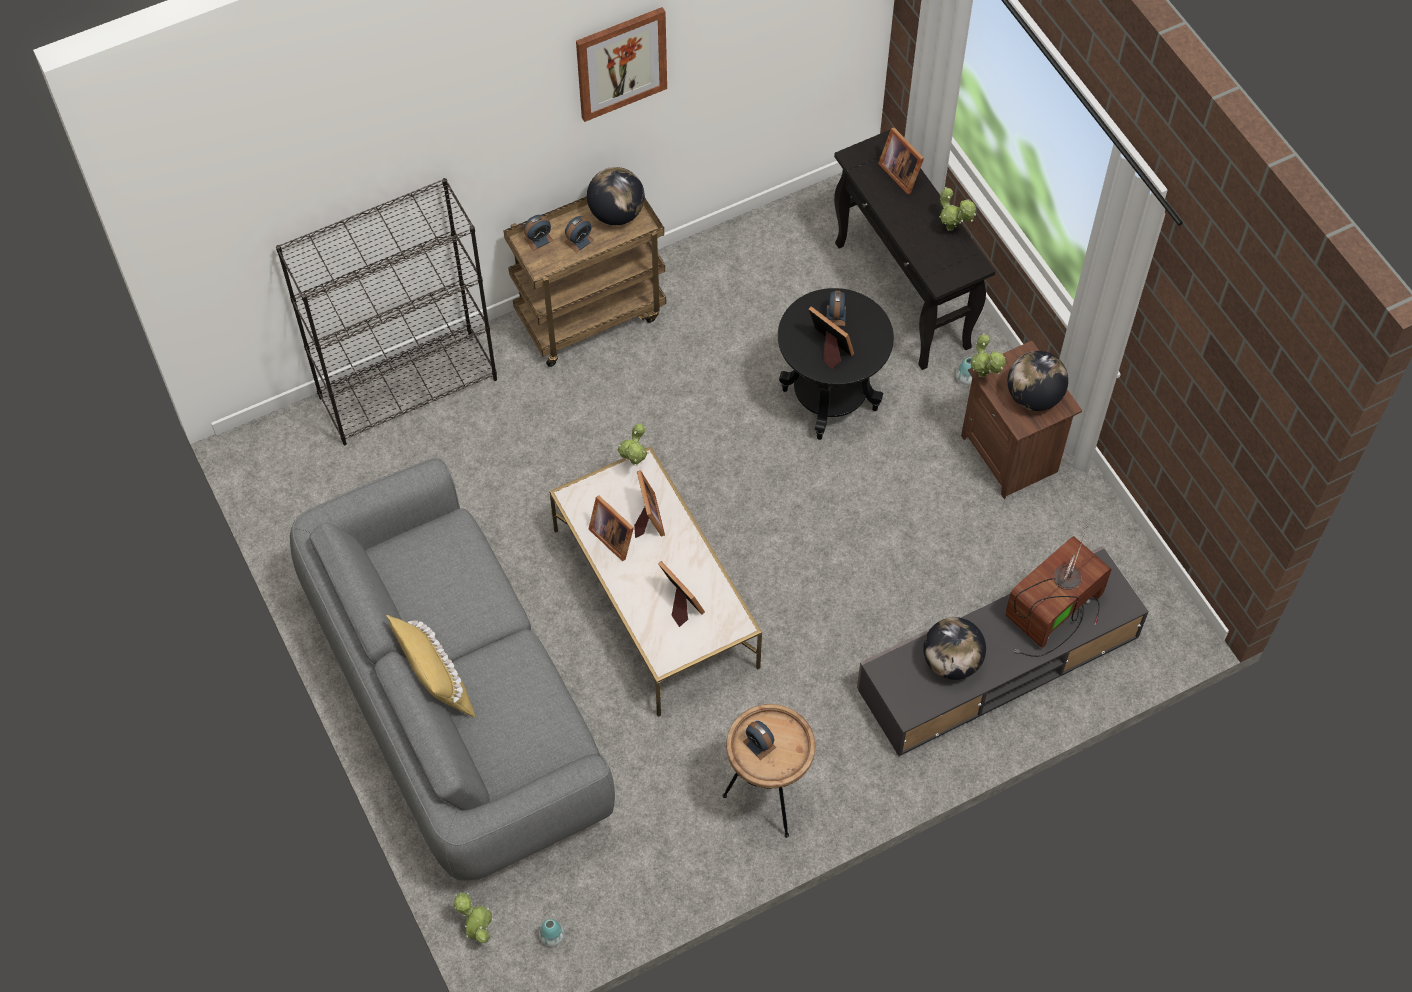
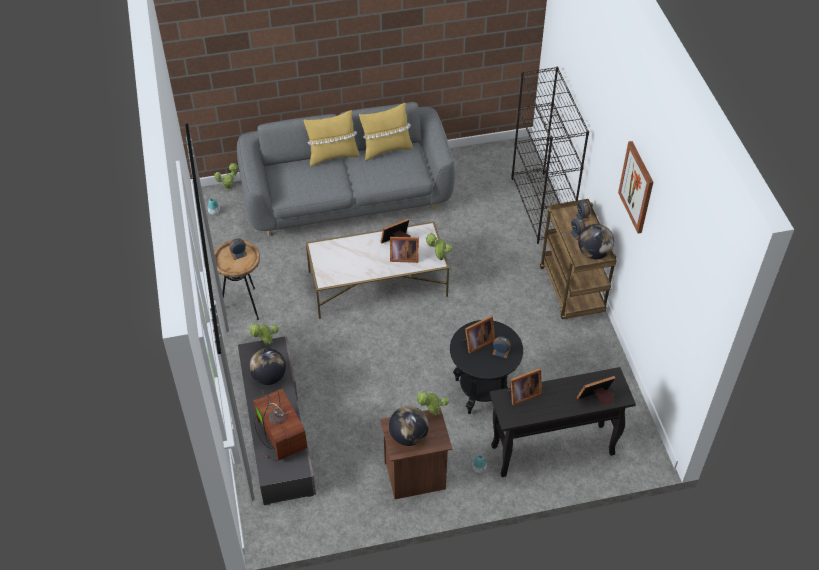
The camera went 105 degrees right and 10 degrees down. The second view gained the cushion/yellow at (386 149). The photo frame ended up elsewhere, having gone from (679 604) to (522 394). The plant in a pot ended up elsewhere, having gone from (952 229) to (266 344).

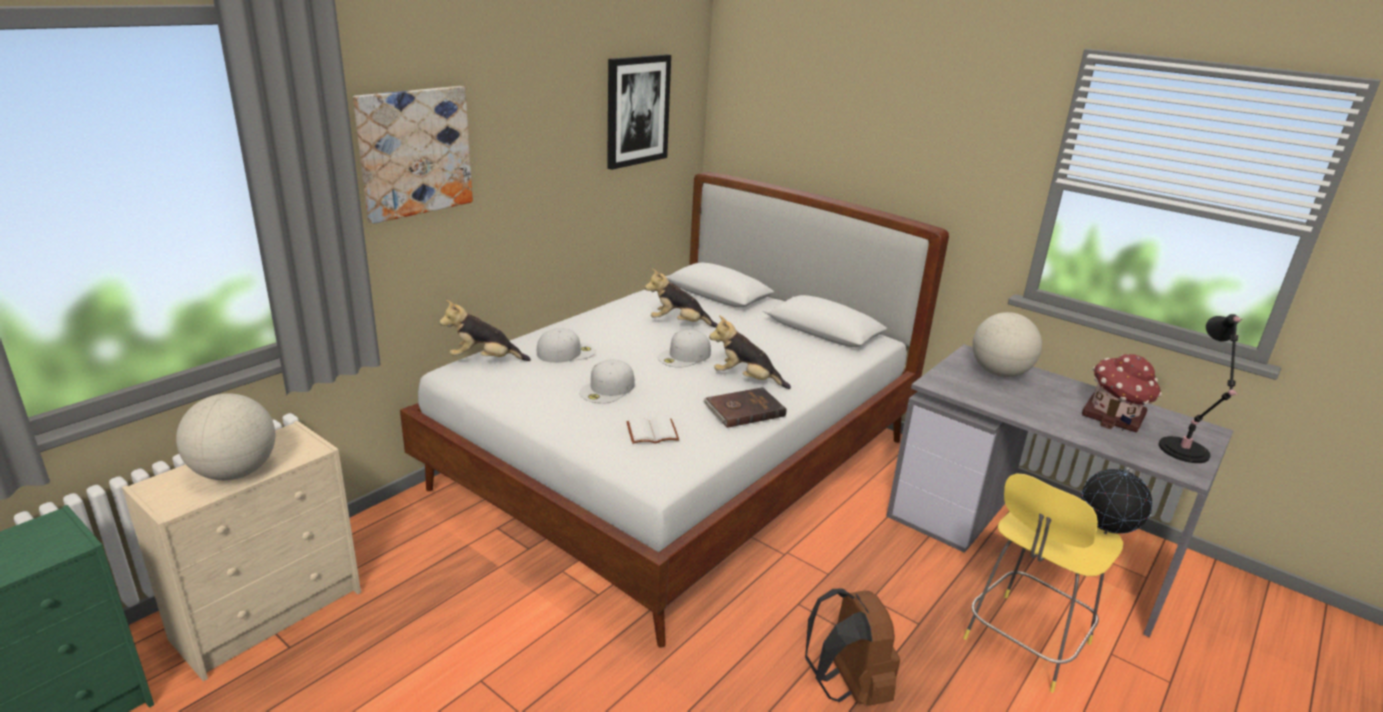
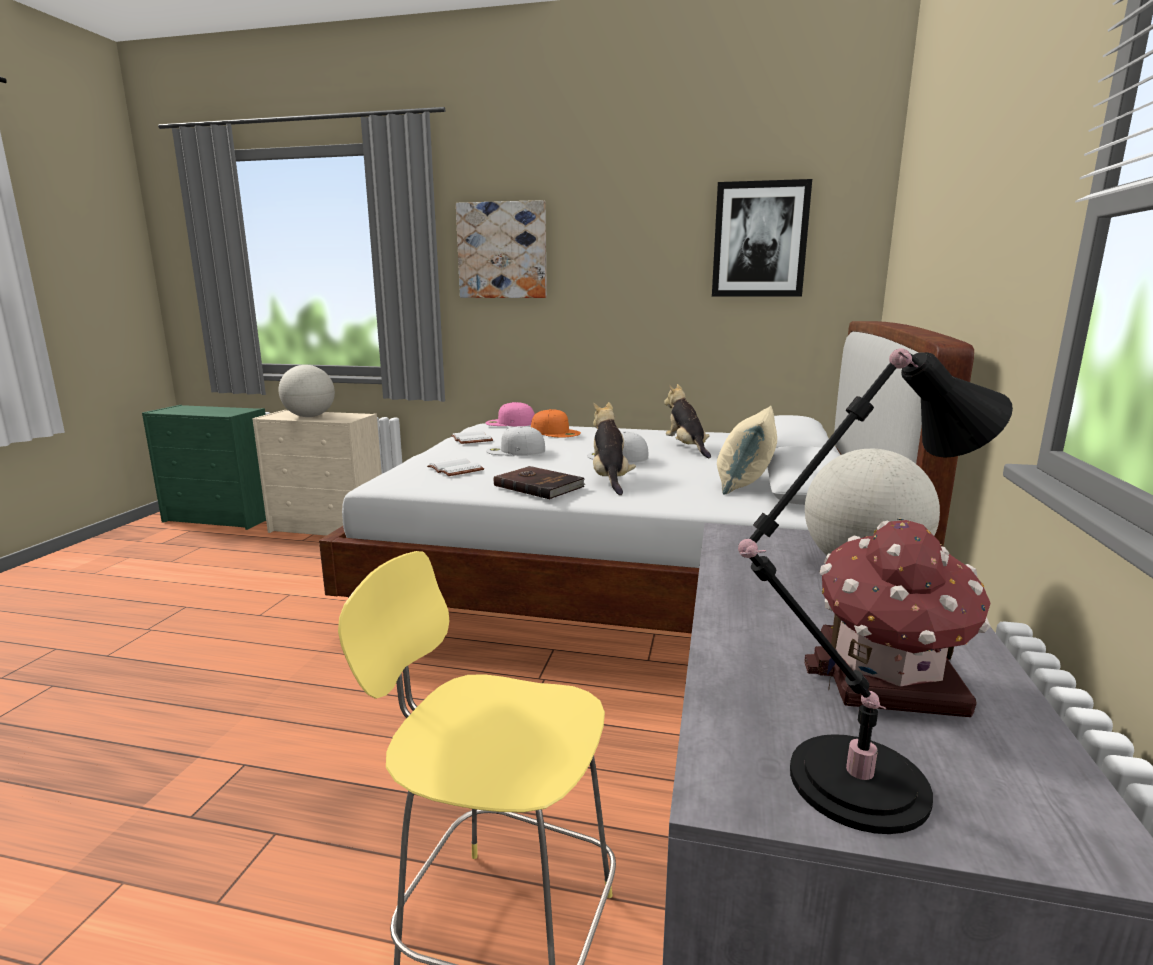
The camera went 65 degrees right and 10 degrees down. The second view lost the backpack/brown-coloured at (847 687). The second view lost the world globe at (1104 534). The second view gained the book/whitish at (473 439). The second view gained the cushion/beige-coloured at (744 485). Where the plush toy stood at (485 360), the cap/pinkish came to stand at (510 423). What was the cap/whitish at (566 352) turned into the cap/orange at (555 432).

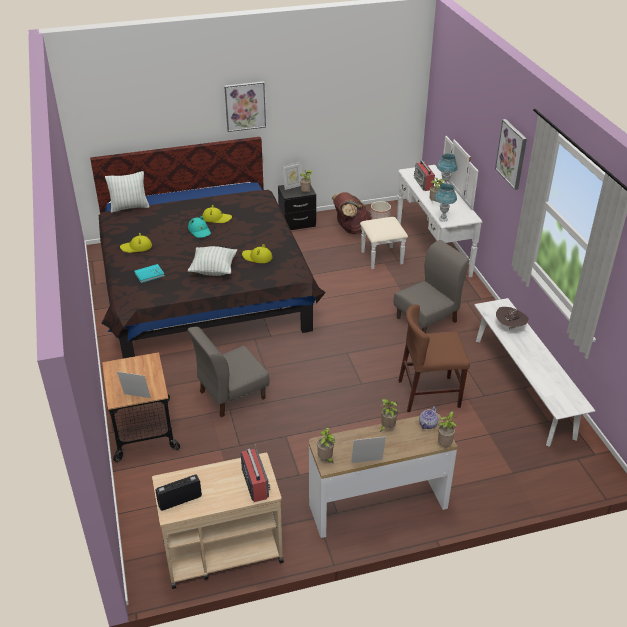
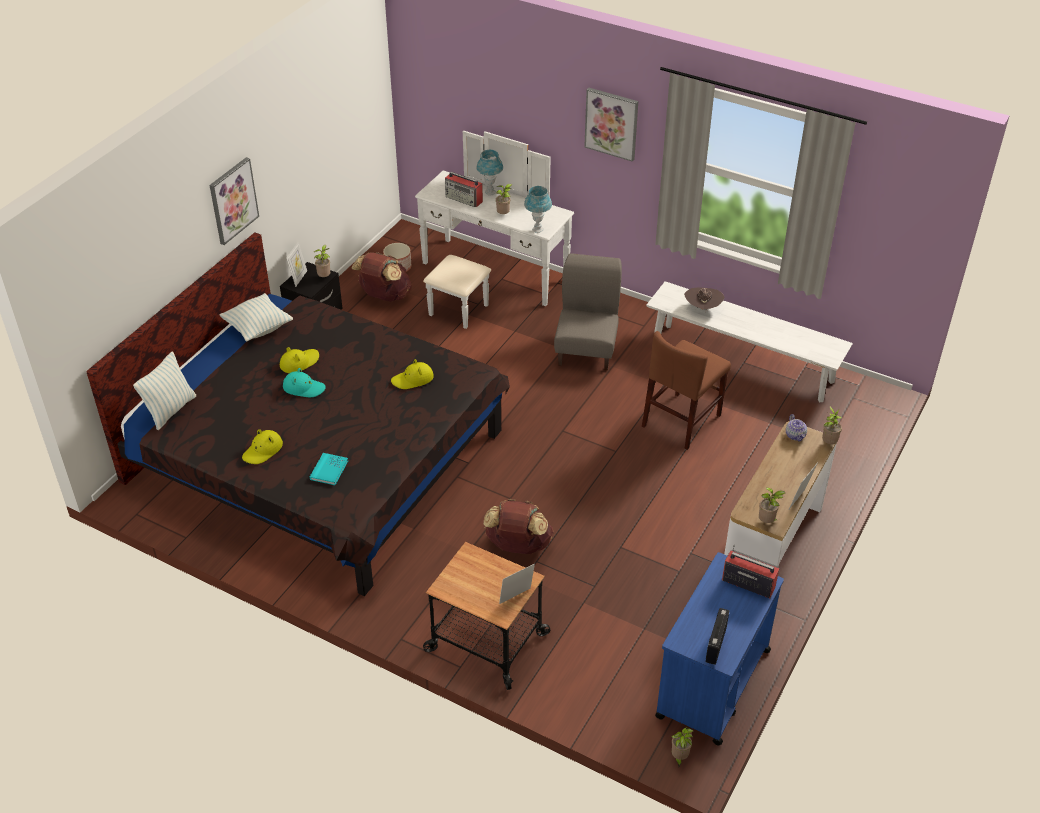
The camera went 45 degrees left and 5 degrees up. The cushion ended up elsewhere, having gone from (214 270) to (258 328). The plant in a pot ended up elsewhere, having gone from (387 428) to (679 757). Where the upright chair/grey stood at (231 395), the backpack/brown-coloured came to stand at (518 546). What was the cart/beige-coloured at (222 552) turned into the cart/bluish at (712 684).

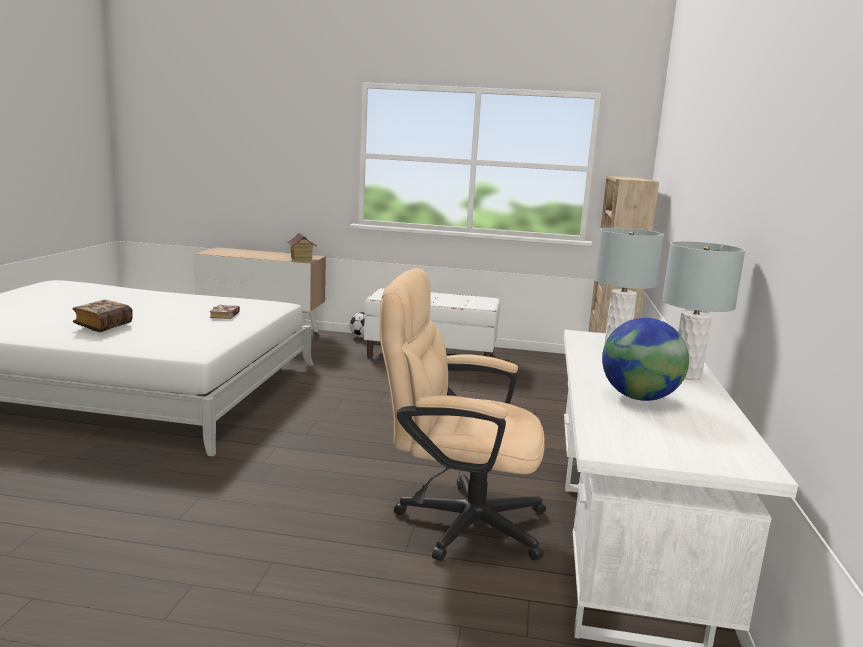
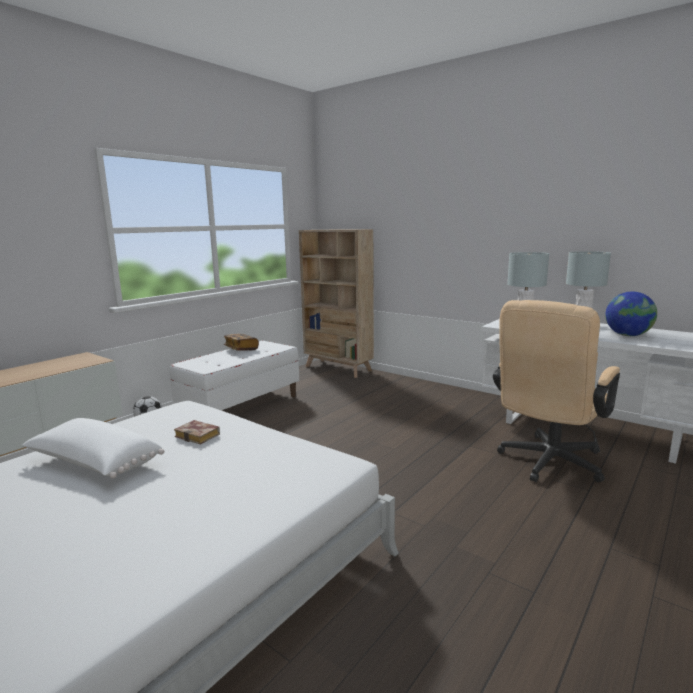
The camera went 60 degrees left and 0 degrees up. The second view lost the miniature house at (301 258). The second view gained the cushion/whitish at (94 464). The book ended up elsewhere, having gone from (103 326) to (241 349).

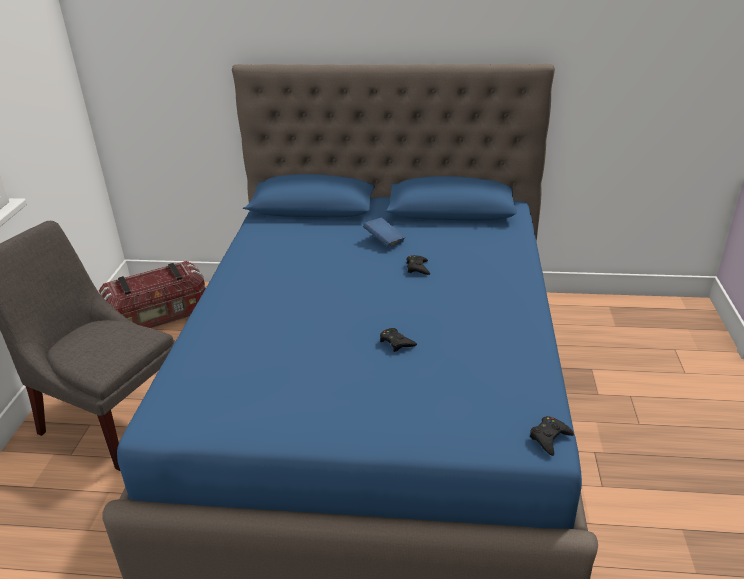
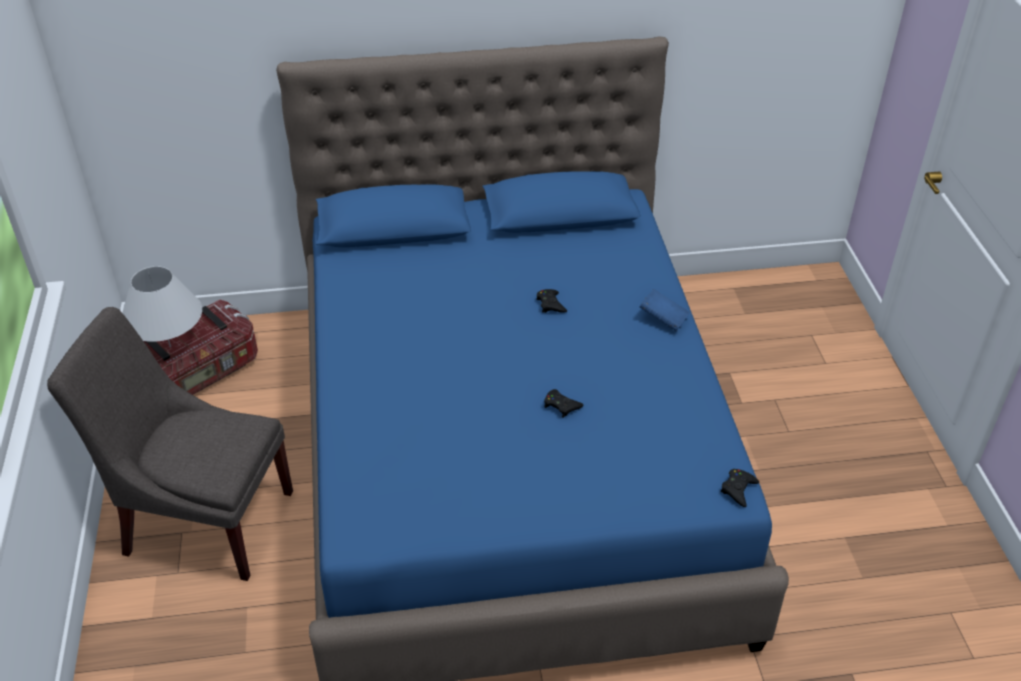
The camera went 15 degrees left and 10 degrees up. The second view gained the tabletop lamp/whitish at (170 346). The book/bluish ended up elsewhere, having gone from (384 241) to (663 319).

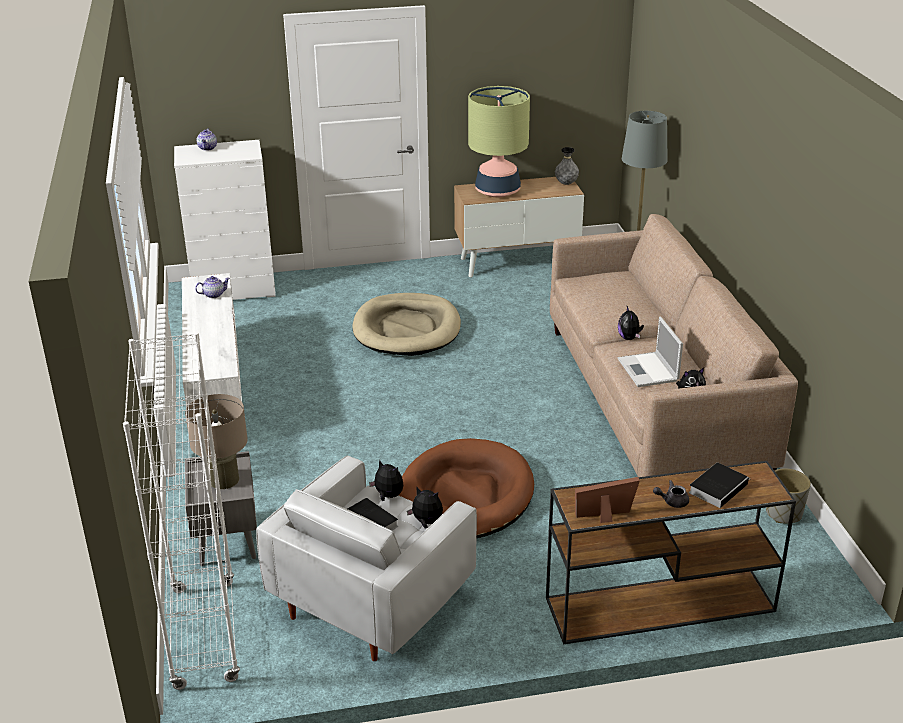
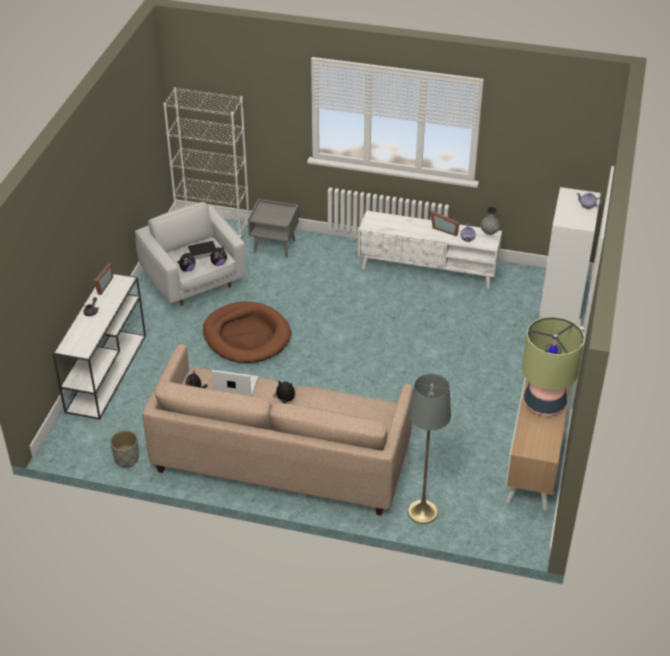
The camera went 115 degrees right and 10 degrees up. The second view lost the tabletop lamp/beige-coloured at (224 480). The second view lost the dog cushion/beige-coloured at (407 329). The second view lost the book at (718 487). The second view gained the photo frame at (445 229). The vase/grey ended up elsewhere, having gone from (566 183) to (489 233). What was the narrow table/brown-coloured at (657 605) turned into the narrow table/whitish at (106 372).

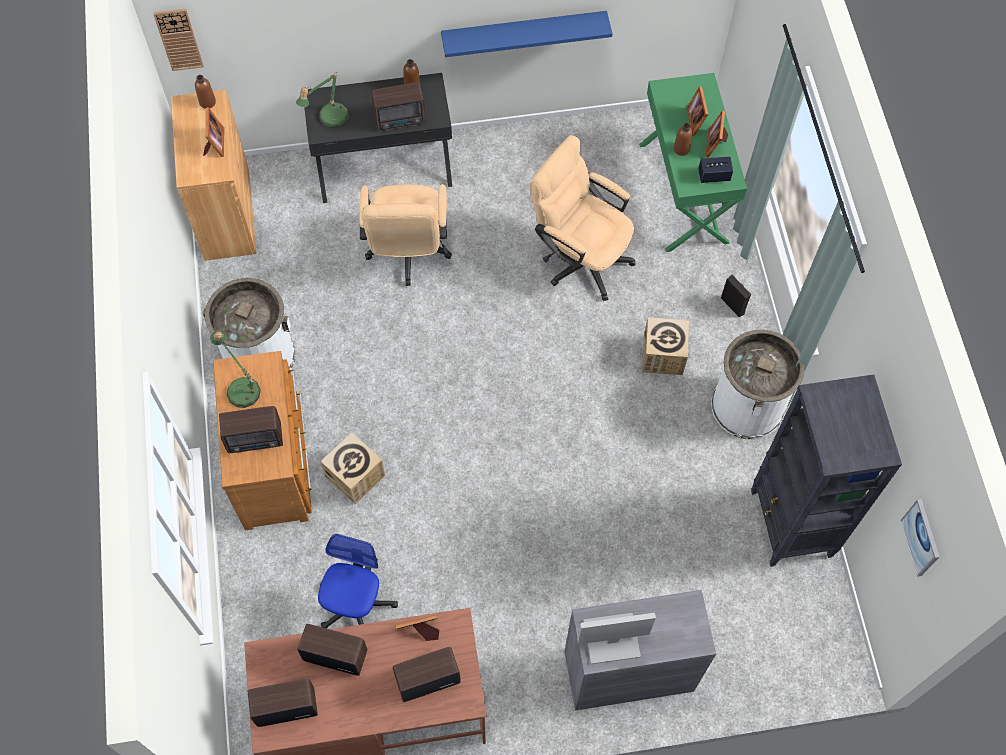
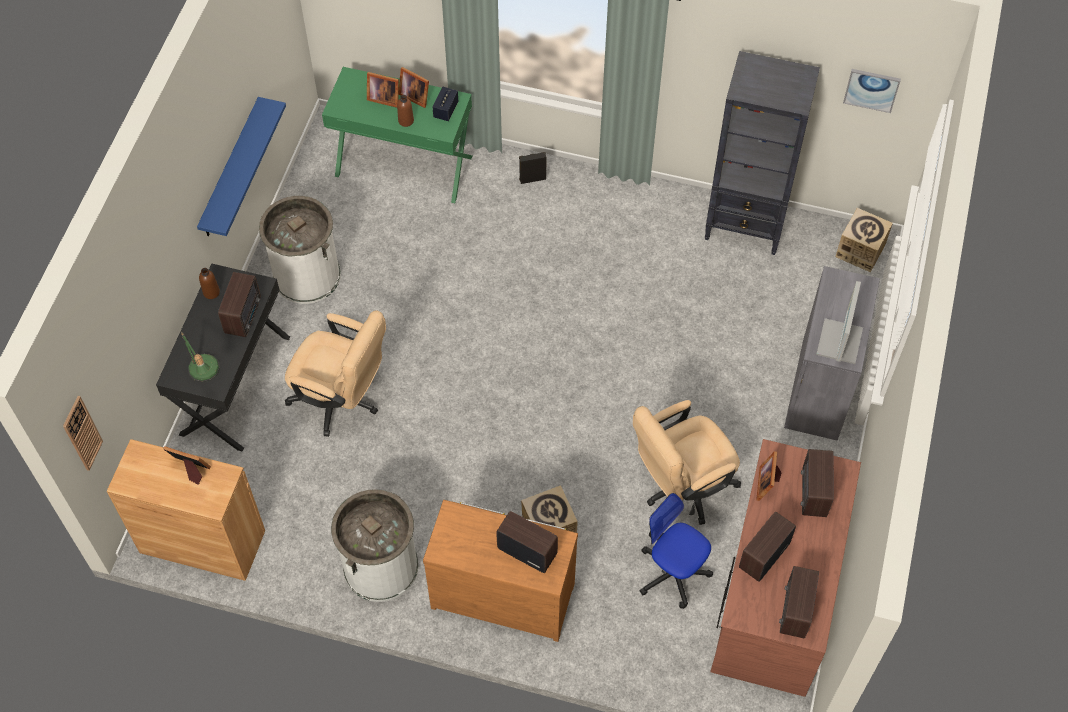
The camera went 65 degrees left and 5 degrees down. The second view lost the bottle/brown-coloured at (207 102). The second view lost the tabletop lamp at (241 387). The computer chair/beige-coloured ended up elsewhere, having gone from (580 257) to (681 487). The carton ended up elsewhere, having gone from (663 355) to (860 251). The trash can/whitish ended up elsewhere, having gone from (747 406) to (307 275). The radio set at (256 440) ended up facing another way, 75 degrees counterclockwise from before.

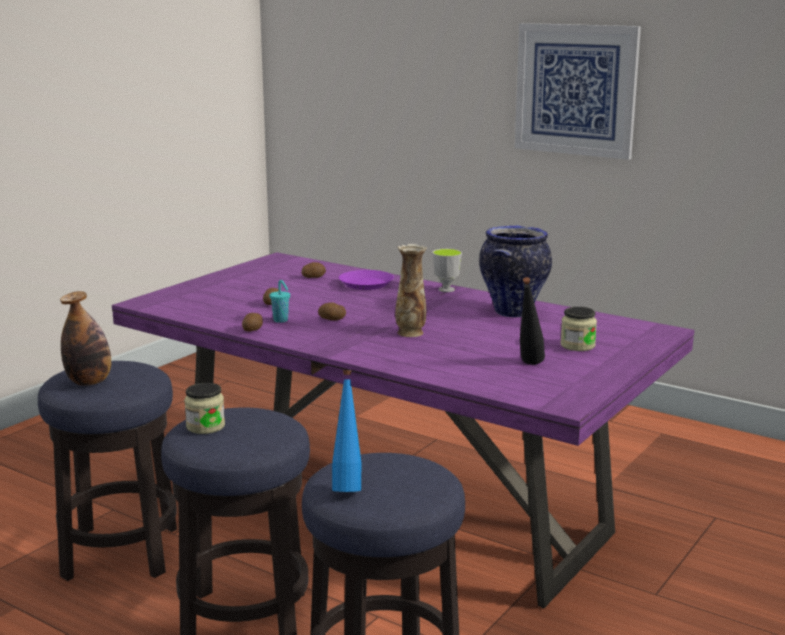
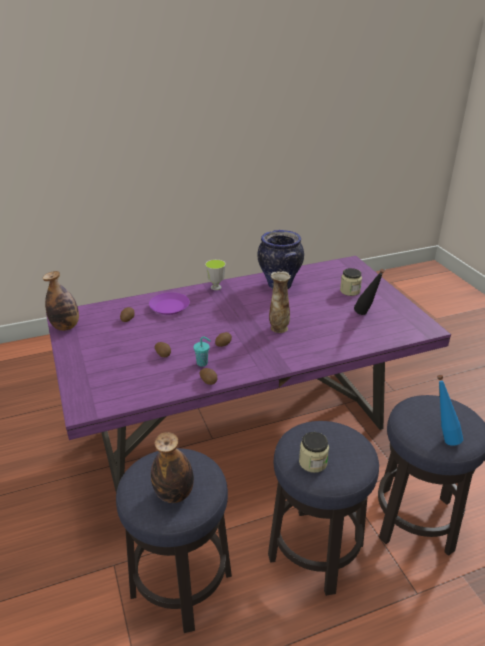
The camera went 55 degrees left and 15 degrees up. The second view lost the wall picture at (576 90). The second view gained the bottle at (66 326).

